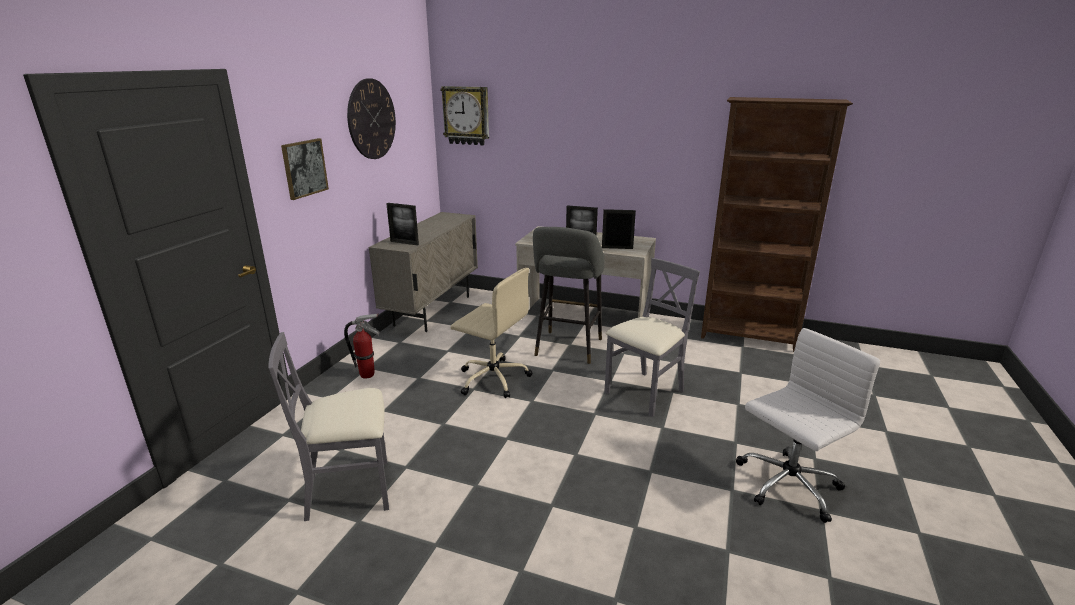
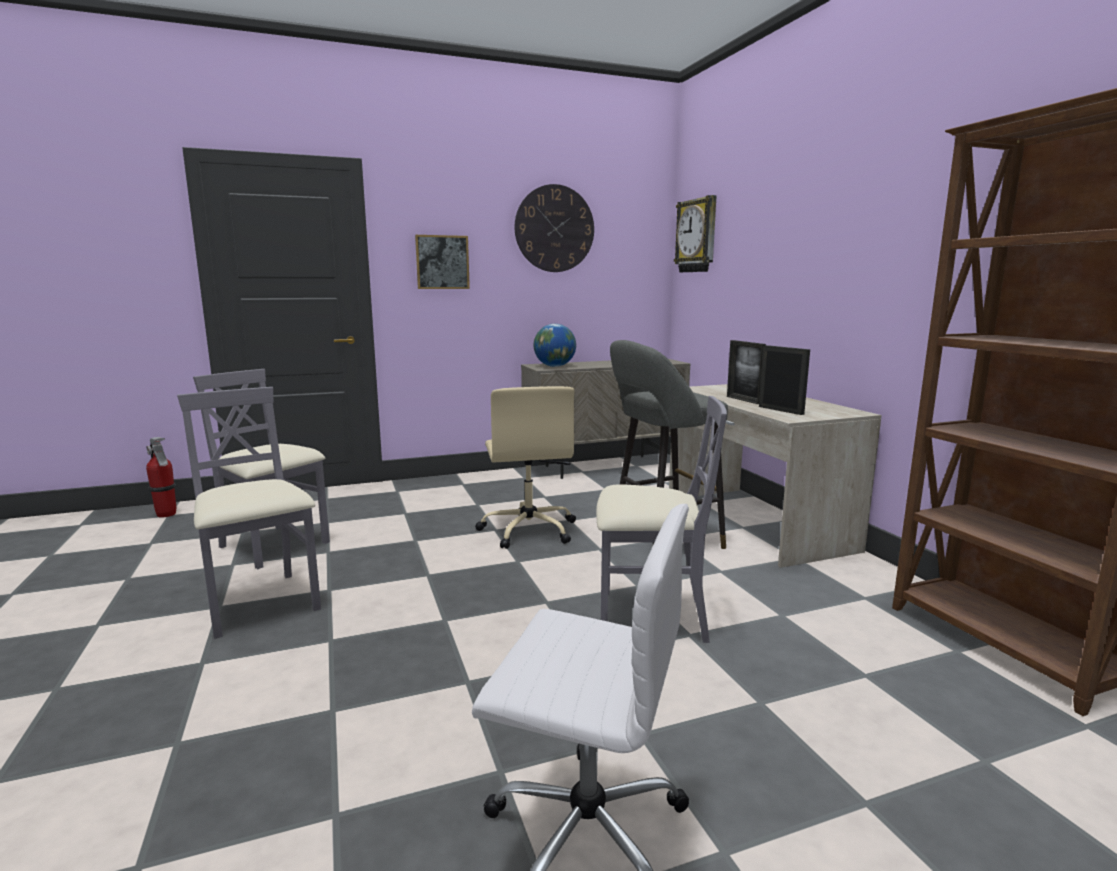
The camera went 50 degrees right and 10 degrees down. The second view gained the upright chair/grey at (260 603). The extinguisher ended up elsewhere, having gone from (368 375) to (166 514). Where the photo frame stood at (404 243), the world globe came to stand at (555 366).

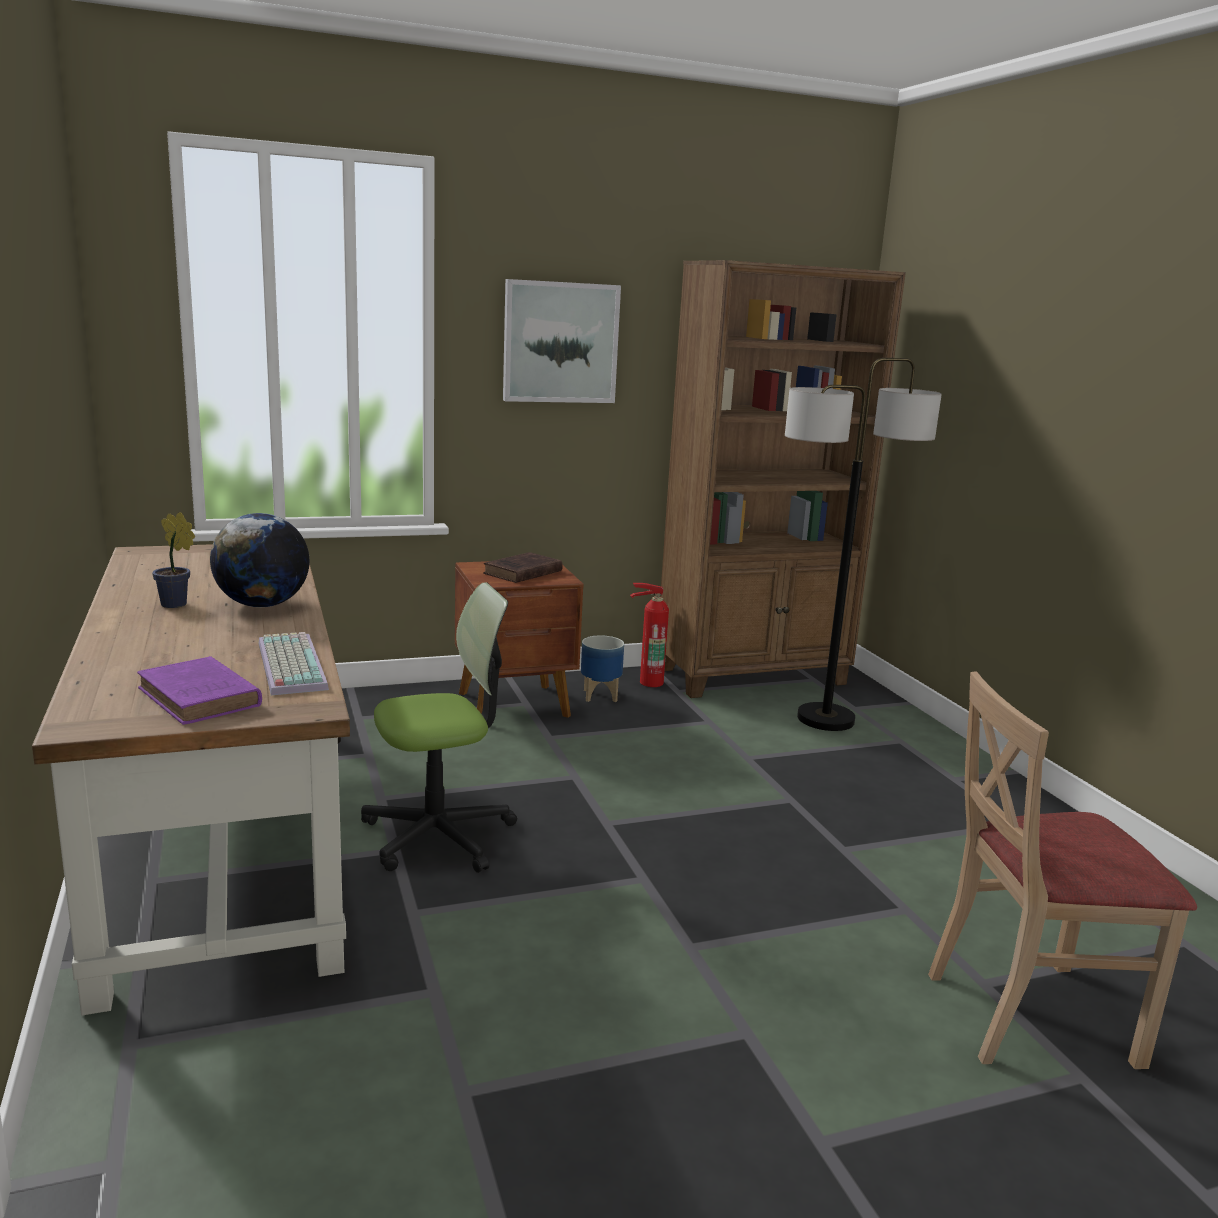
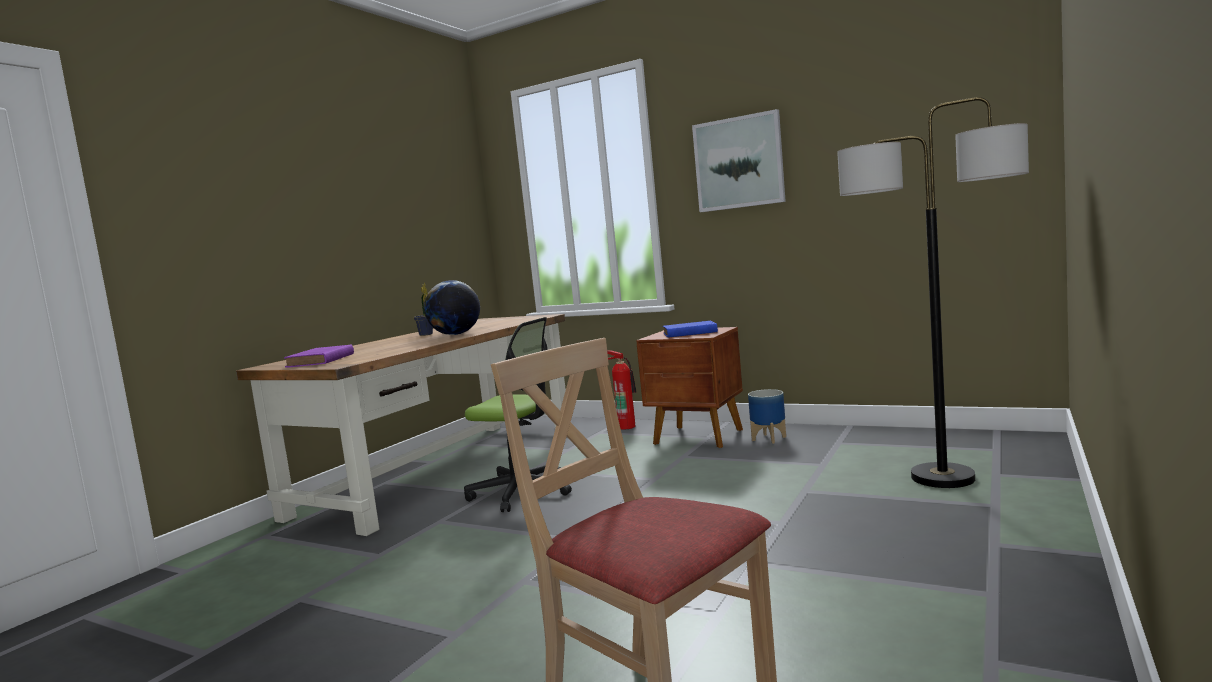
The camera went 50 degrees right and 10 degrees down. The second view lost the keyboard at (288 665). The second view lost the bookcase/brown-coloured at (753 676). The extinguisher ended up elsewhere, having gone from (649 682) to (626 426). What was the book/brown-coloured at (521 573) turned into the book/bluish at (688 333).

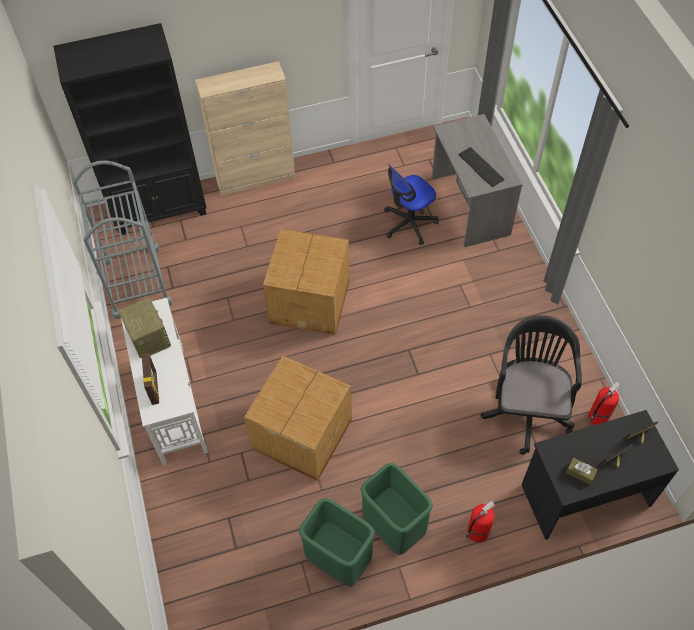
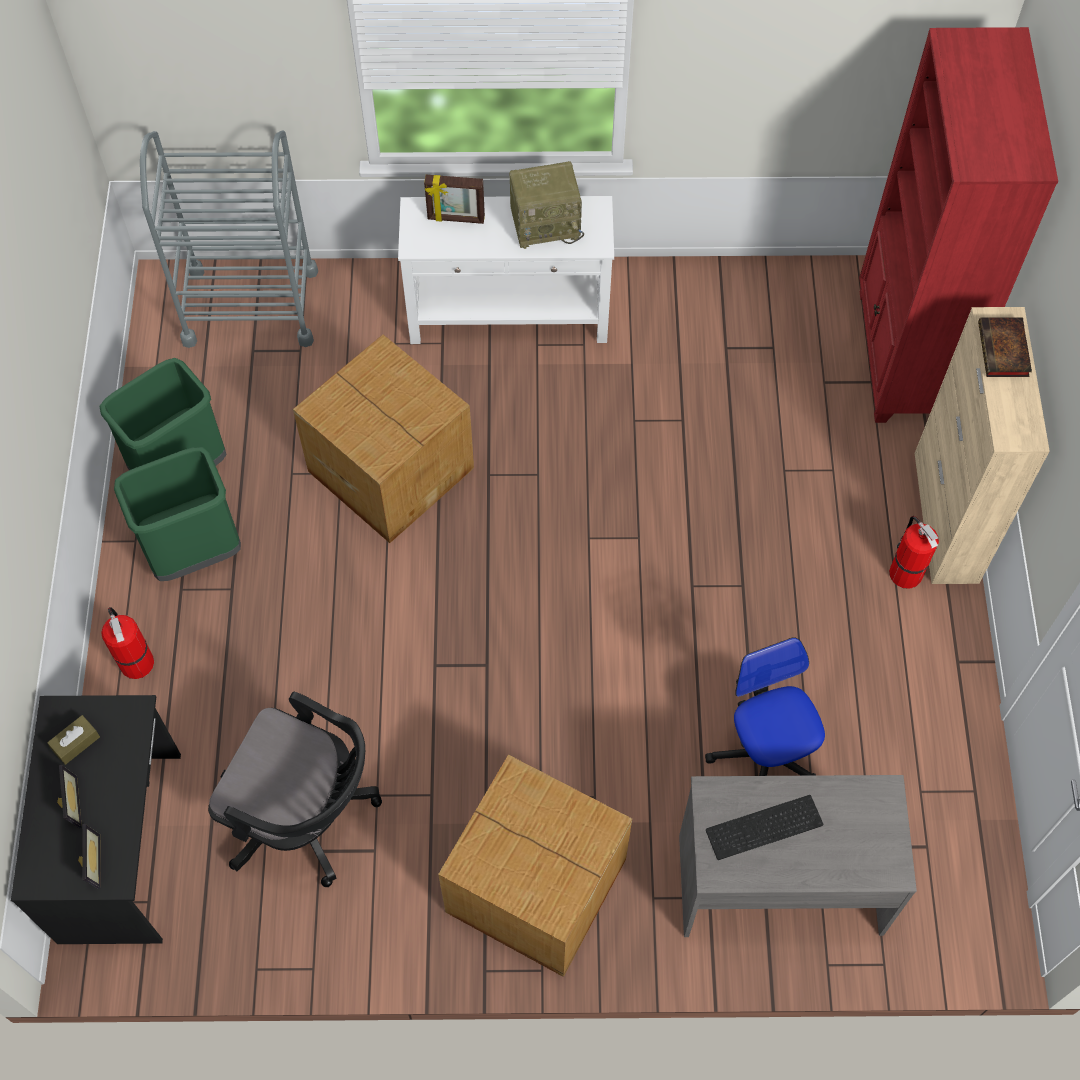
The camera went 105 degrees right and 5 degrees up. The second view gained the book at (1004 351). The cart/grey ended up elsewhere, having gone from (136 282) to (250 306). The carton ended up elsewhere, having gone from (311 300) to (537 889). The extinguisher ended up elsewhere, having gone from (597 418) to (904 572). What was the bookcase/black at (160 209) turned into the bookcase/reddish at (903 356).

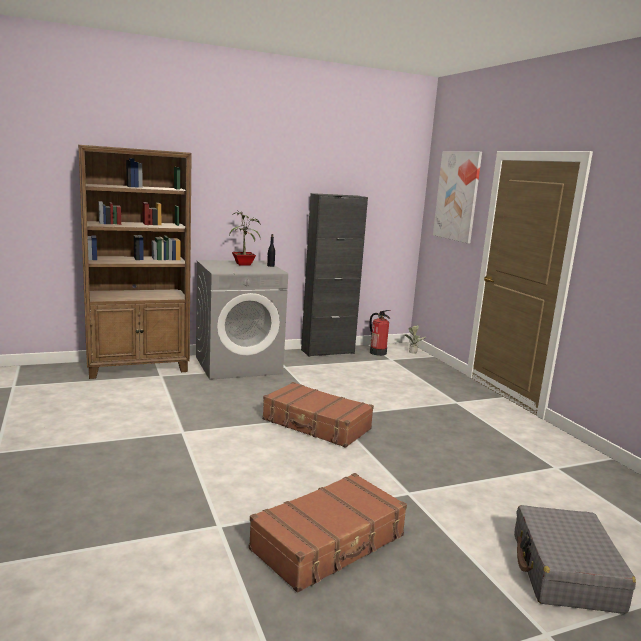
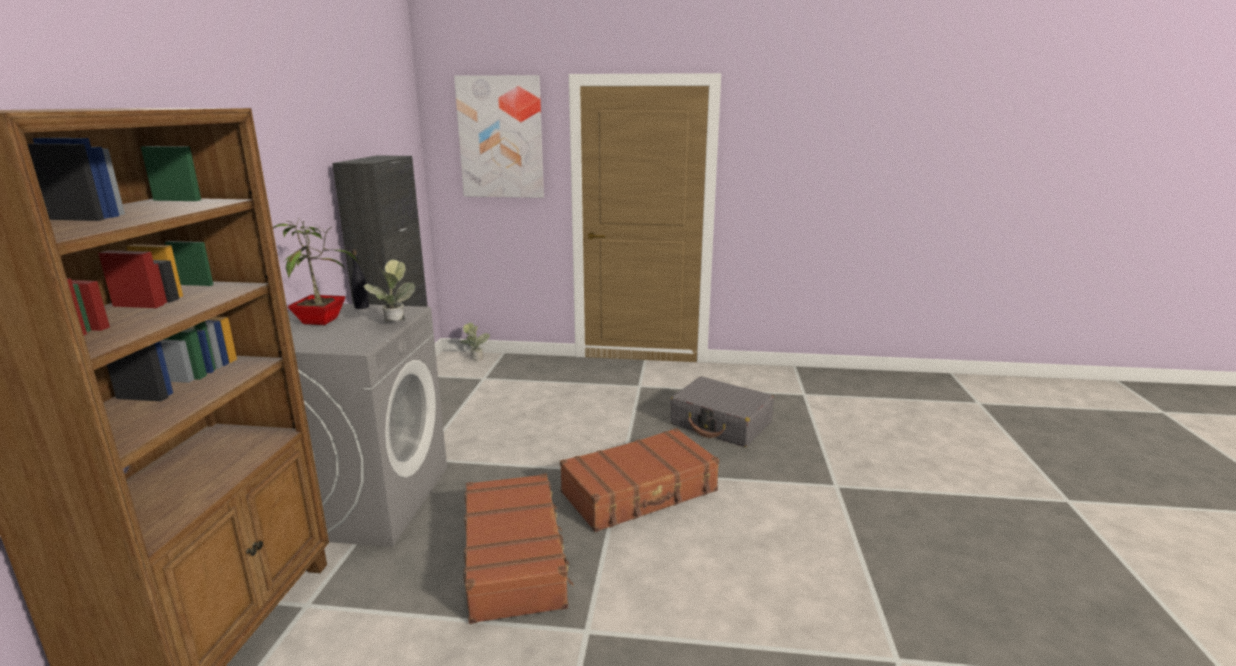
The camera went 60 degrees left and 5 degrees up. The second view lost the extinguisher at (377 352). The second view gained the plant in a pot at (394 324). The piece of luggage/brown-coloured ended up elsewhere, having gone from (329 543) to (515 557). The piece of luggage/grey ended up elsewhere, having gone from (565 572) to (721 423).

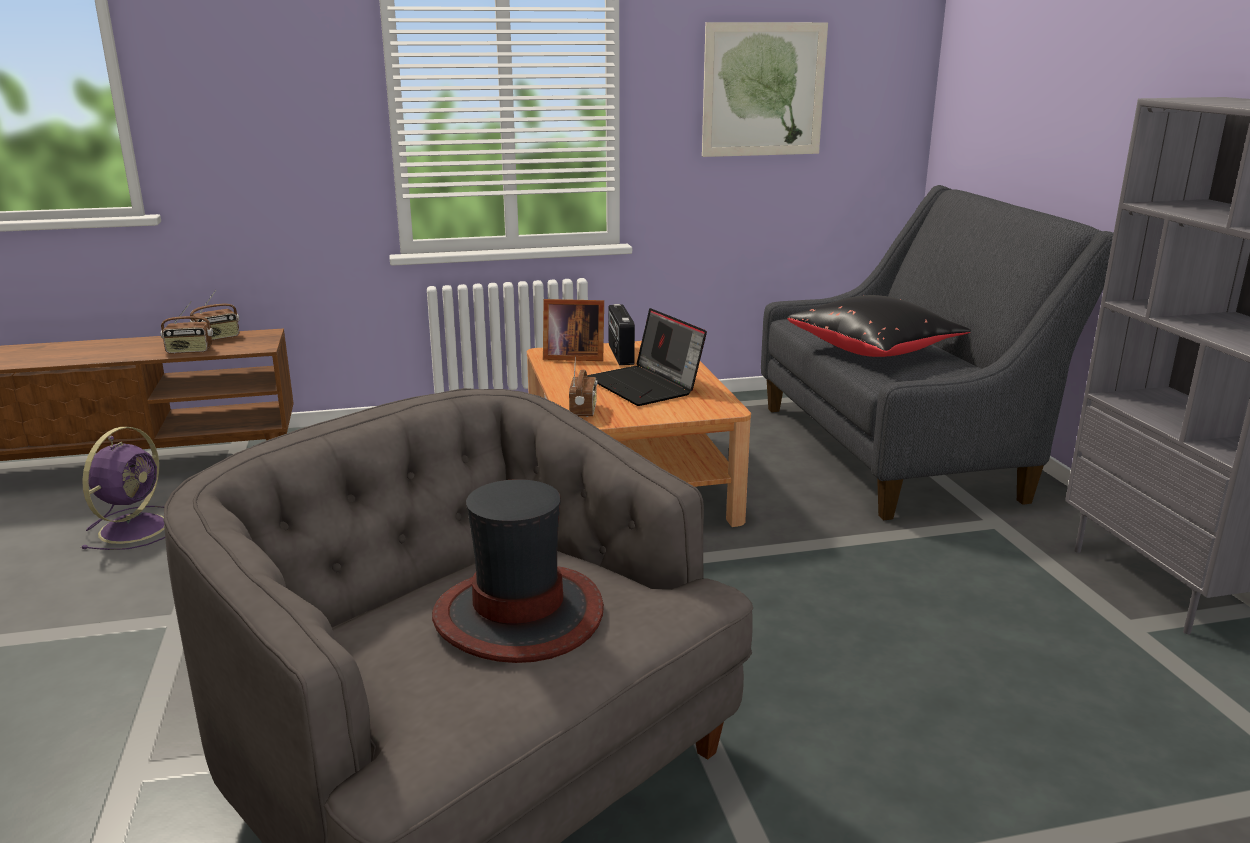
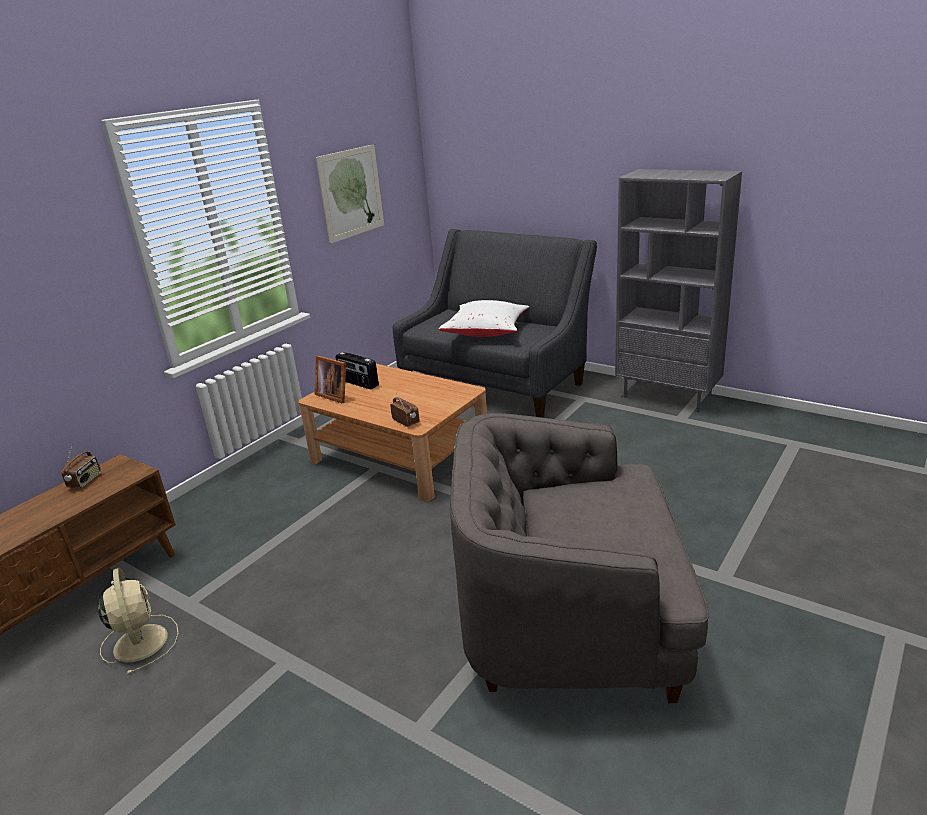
The camera went 40 degrees left and 5 degrees up. The second view lost the radio set at (189 351). The second view lost the wearable hat at (519 615). The second view lost the notebook computer at (646 386). What was the electric fan/purple-coloured at (135 527) turned into the electric fan/beige-coloured at (140 641). What was the cushion/black at (875 351) turned into the cushion/whitish at (486 332). The photo frame at (572 356) ended up facing another way, 75 degrees clockwise from before.

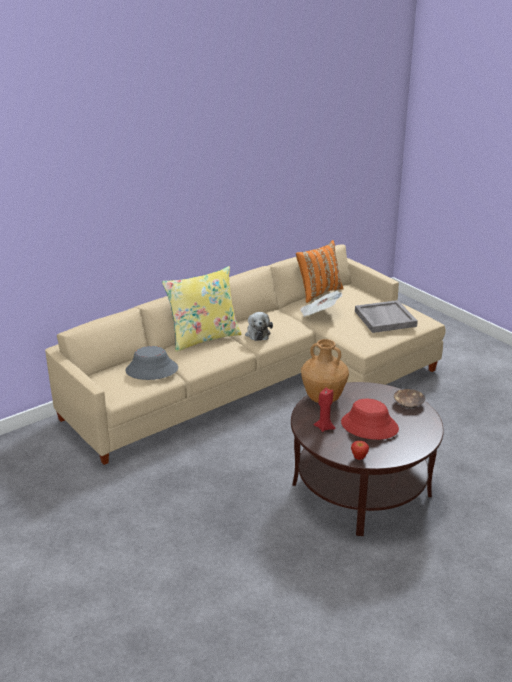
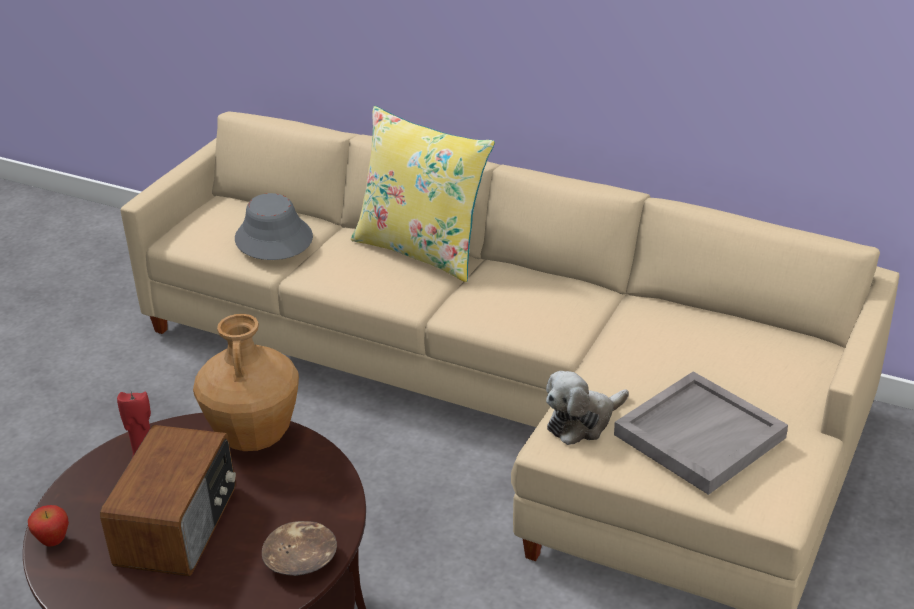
The camera went 65 degrees right and 5 degrees up. The second view lost the cushion/orange at (318 292). The second view lost the printed paper at (319 313). The plush toy ended up elsewhere, having gone from (257 333) to (582 422). Where the wearable hat/reddish stood at (369 426), the radio set came to stand at (179 525).

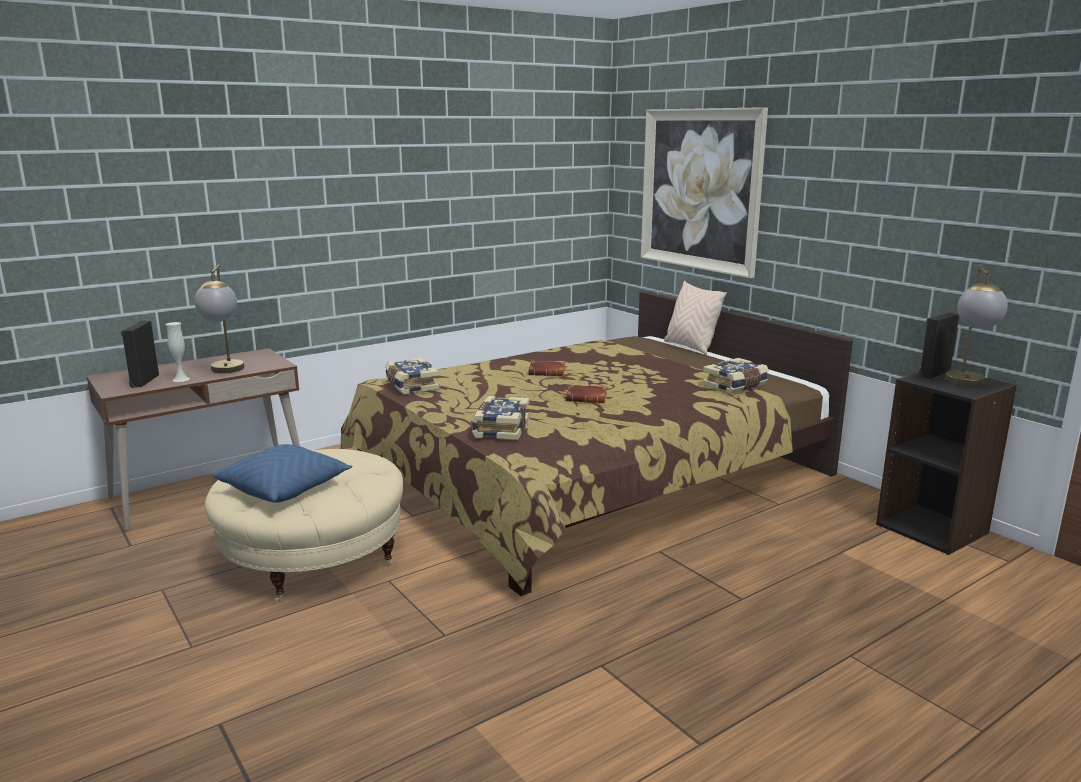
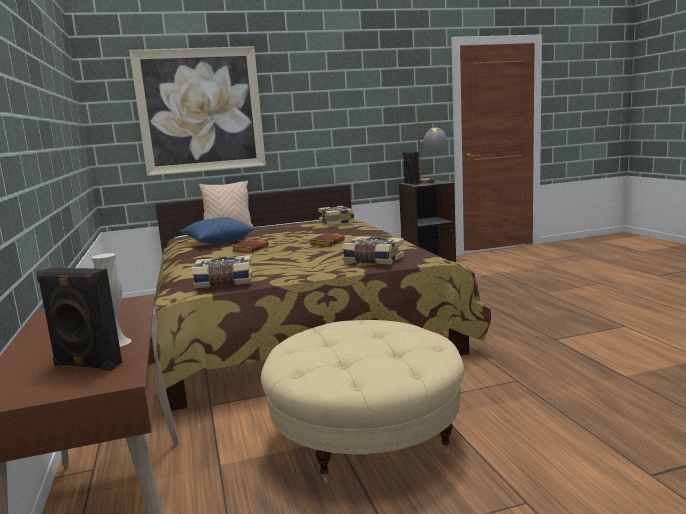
The camera went 70 degrees left and 5 degrees down. The second view lost the tabletop lamp at (226 372). The cushion/bluish ended up elsewhere, having gone from (285 488) to (217 241).

